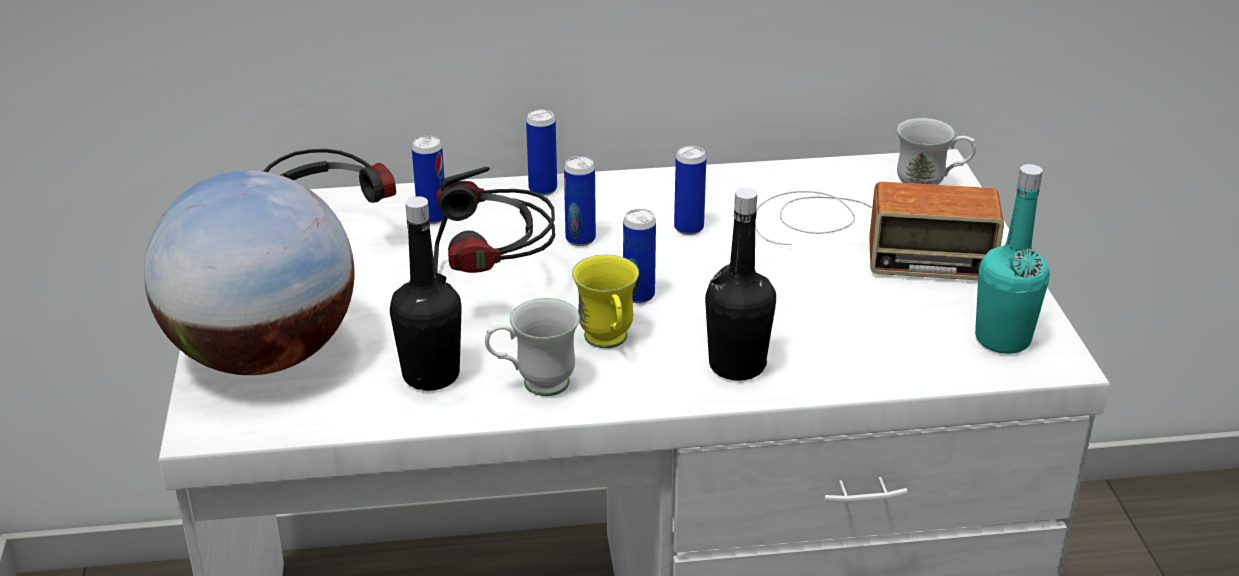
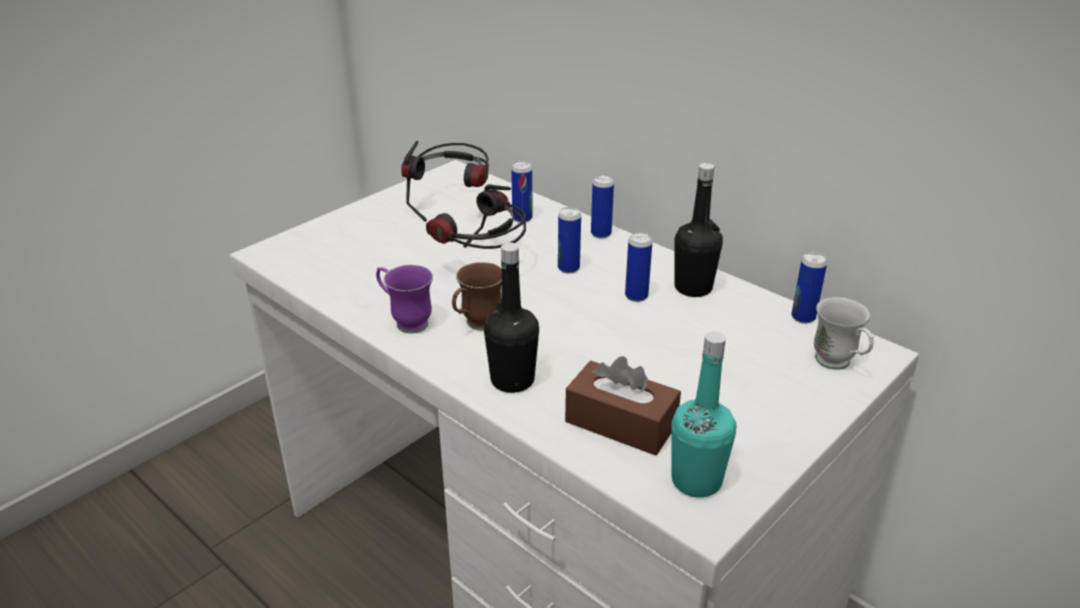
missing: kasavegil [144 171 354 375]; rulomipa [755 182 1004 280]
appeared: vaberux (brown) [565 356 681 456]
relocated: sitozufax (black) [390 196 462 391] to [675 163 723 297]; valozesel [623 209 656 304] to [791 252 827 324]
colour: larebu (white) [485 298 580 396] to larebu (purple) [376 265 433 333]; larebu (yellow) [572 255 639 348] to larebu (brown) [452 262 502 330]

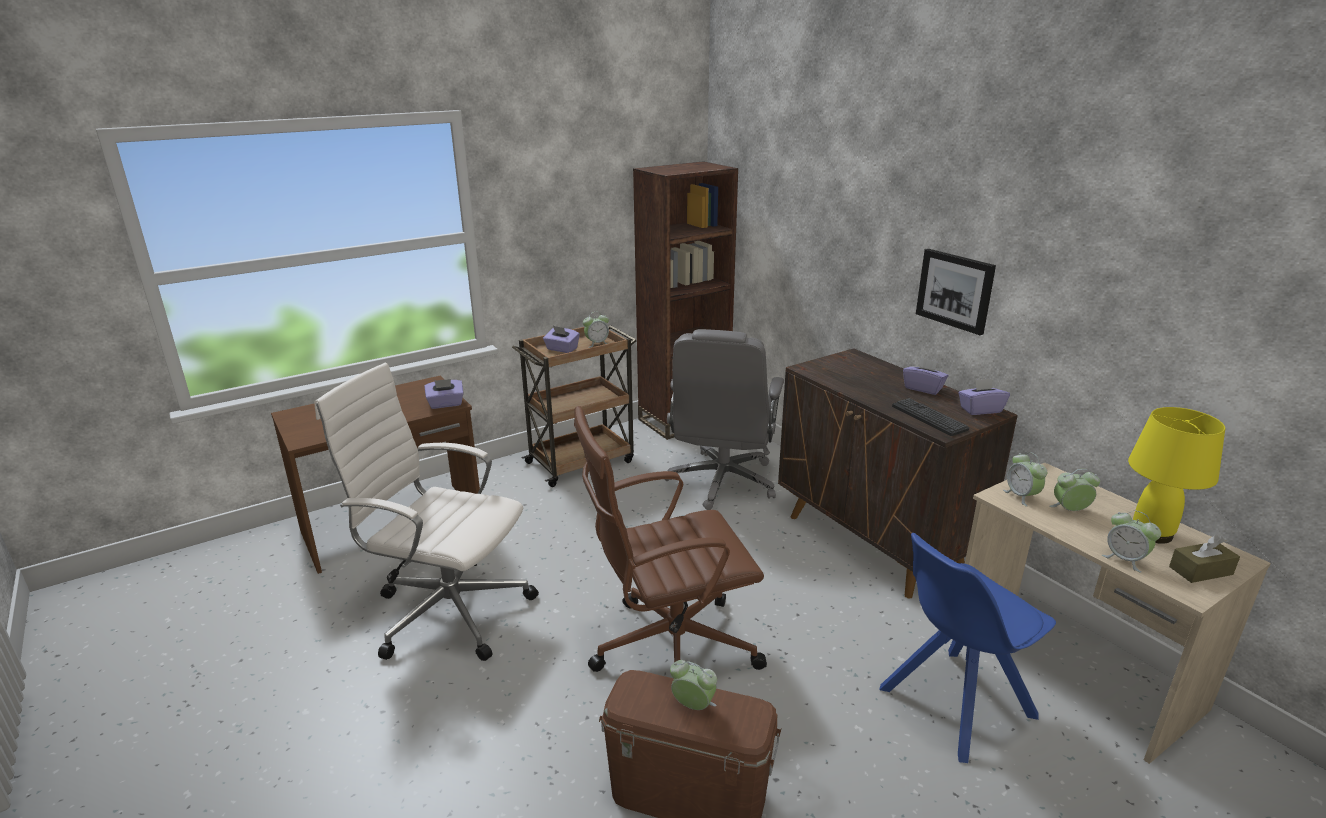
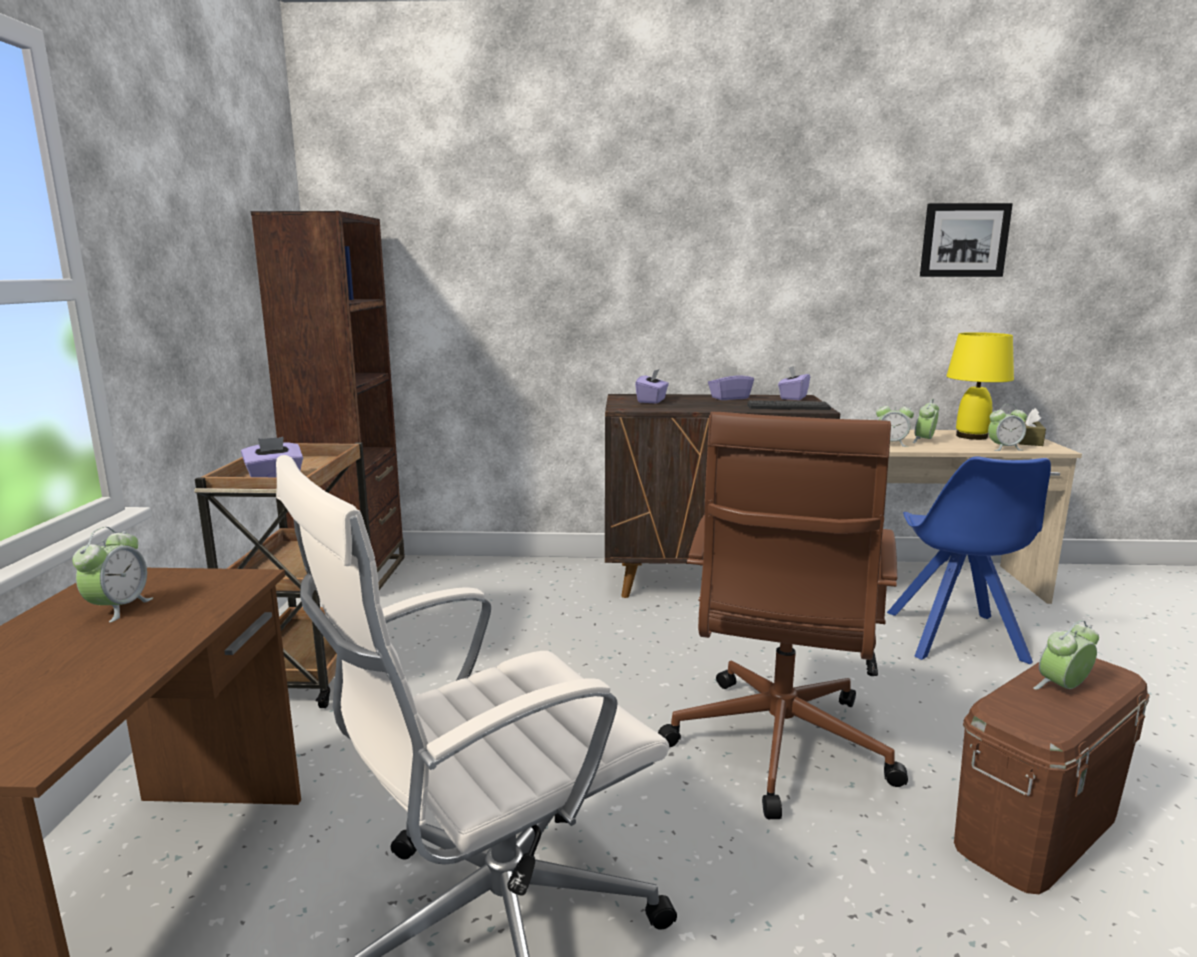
missing: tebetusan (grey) [664 329 784 510]
relocated: vaberux (purple) [424 379 464 409] to [635 369 669 404]; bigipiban [583 312 609 348] to [72 527 153 622]; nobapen [916 249 996 335] to [920 203 1013 277]

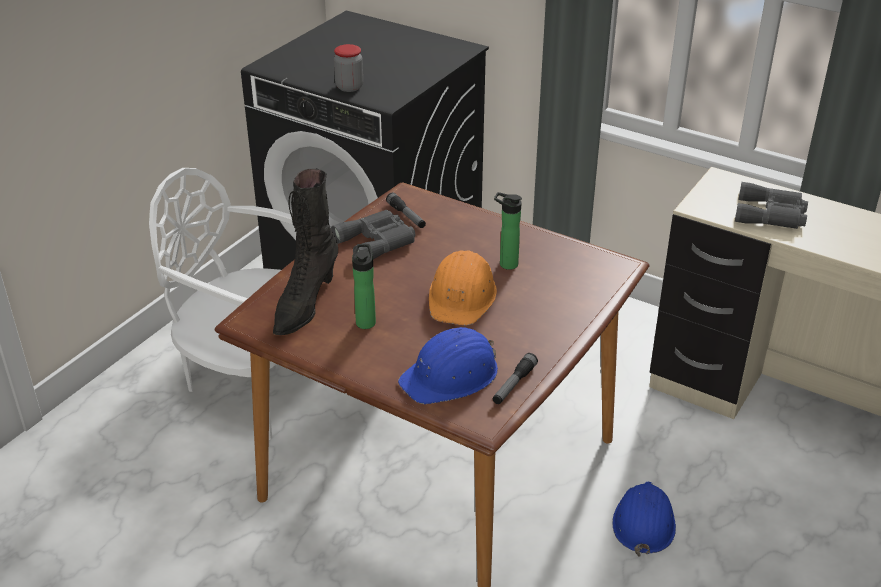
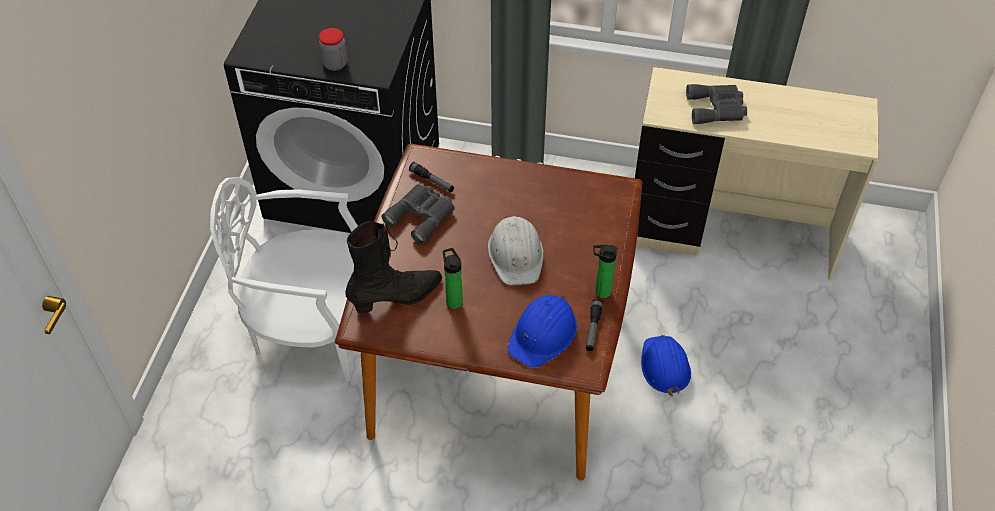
relocated: sitozufax [494 192 522 270] to [593 244 618 298]
colour: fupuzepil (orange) [429 250 497 325] to fupuzepil (white) [488 216 543 285]
spun: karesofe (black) [273 168 338 335] = [345 221 442 313] 120 degrees counterclockwise

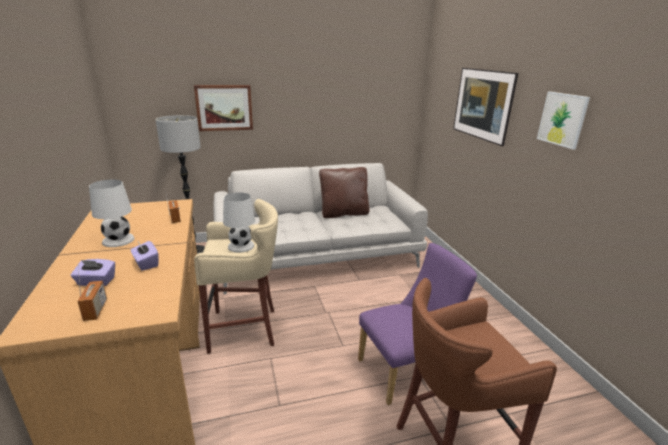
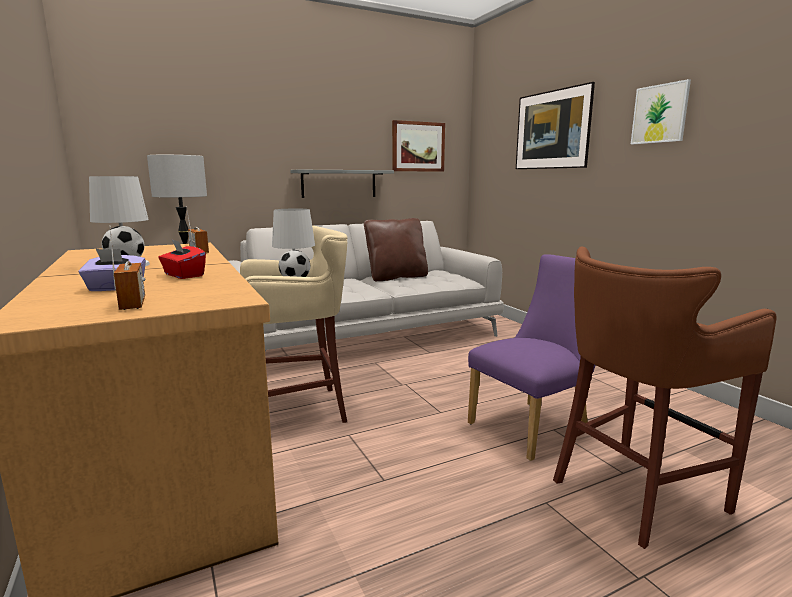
appeared: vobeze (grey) [290 170 394 198]
relocated: nobapen [194 85 253 131] to [392 120 445 172]
colour: vaberux (purple) [131 241 159 271] to vaberux (red) [158 239 206 279]

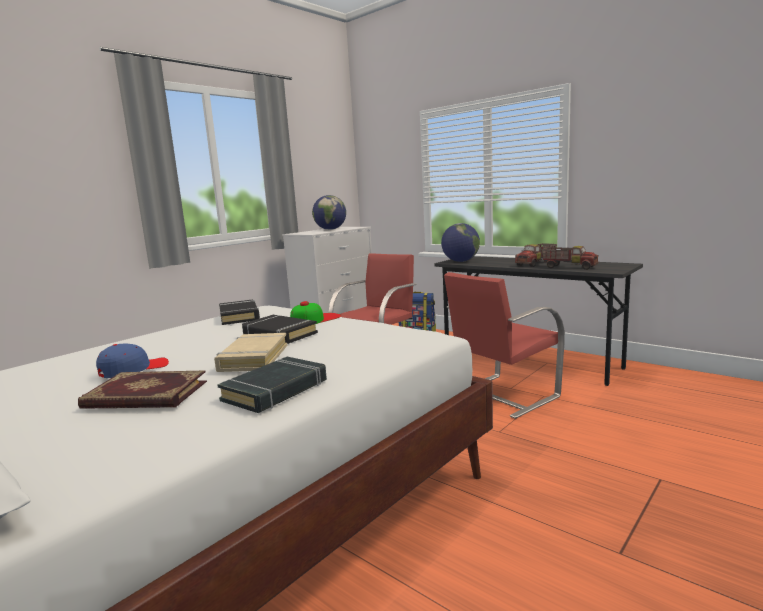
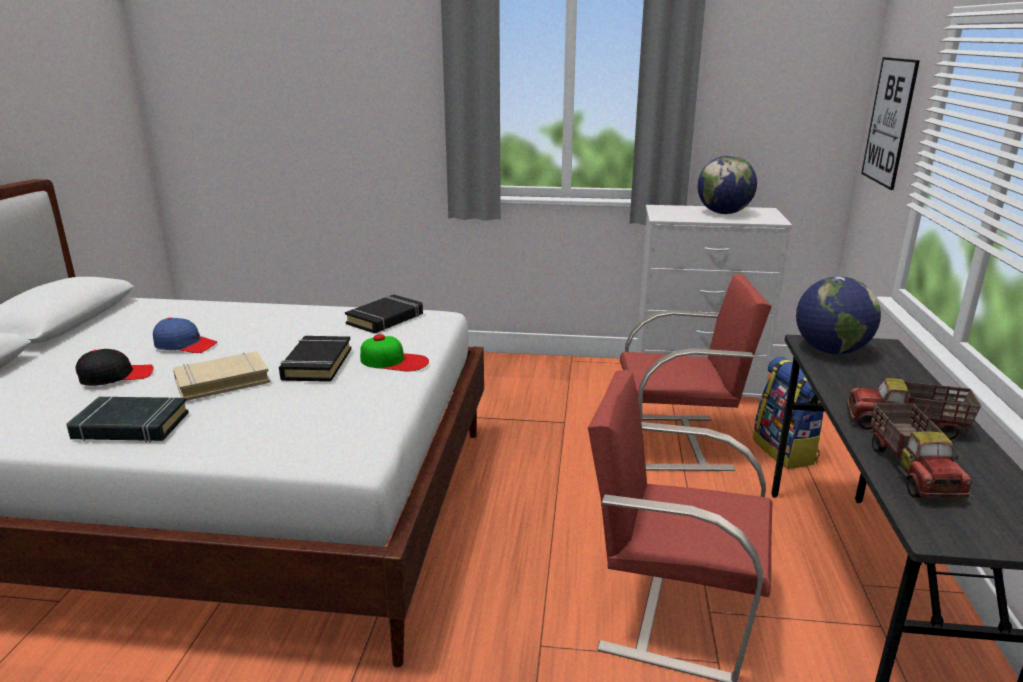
appeared: nobapen [861 57 920 190]
exchanged: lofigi [78 370 207 409] to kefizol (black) [75 349 154 386]

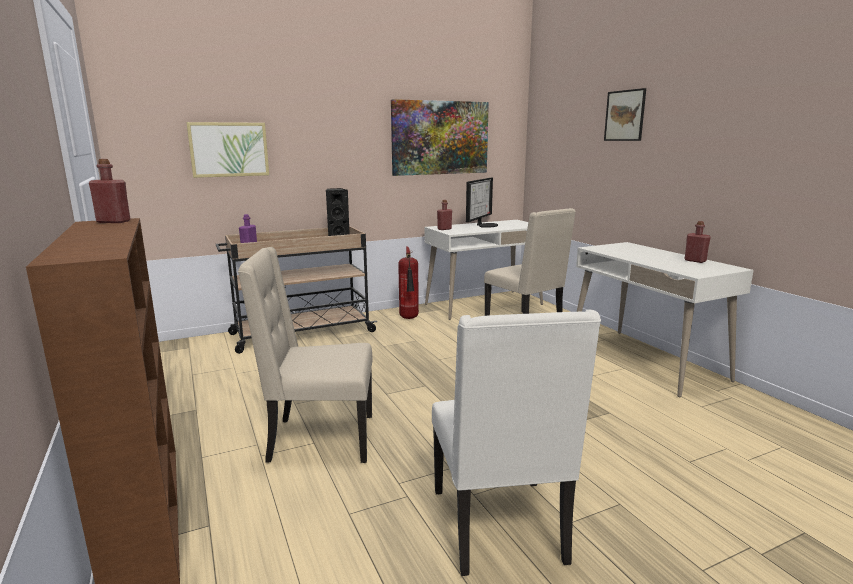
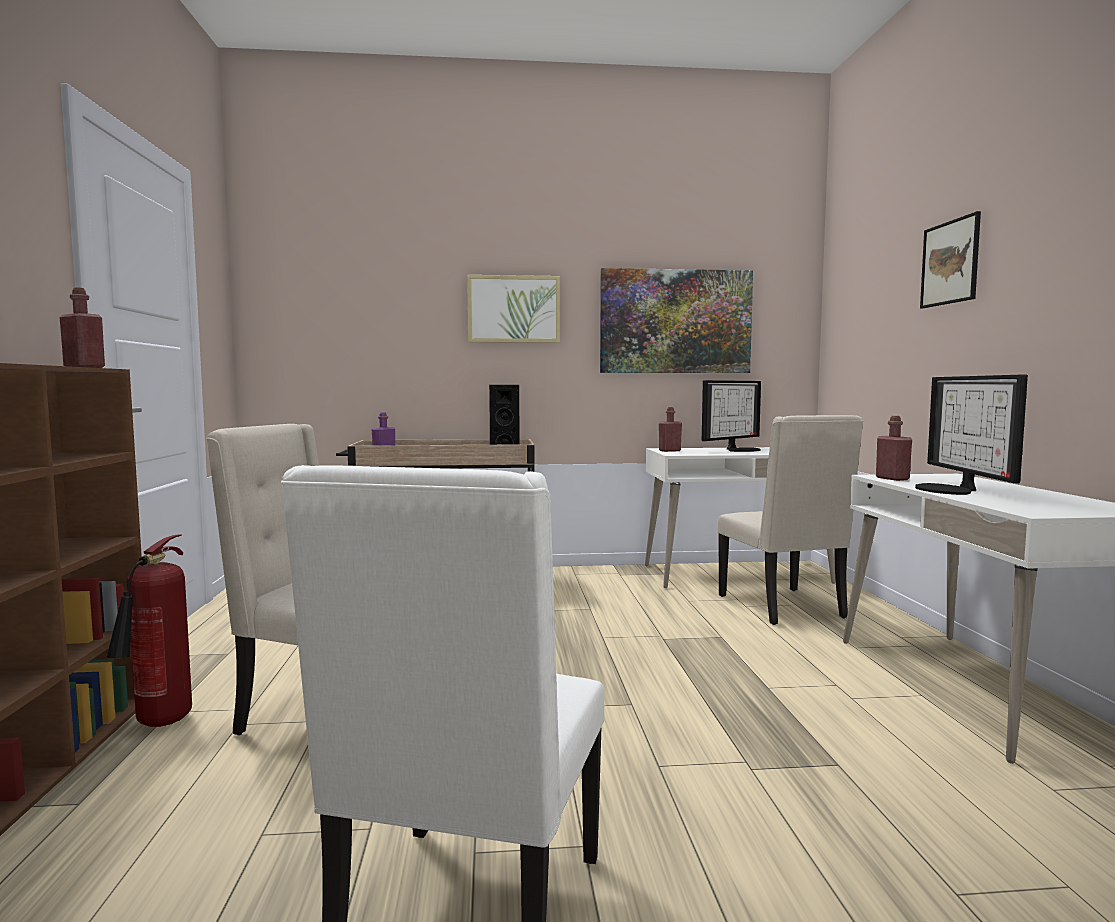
appeared: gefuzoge [915 375 1028 495]
relocated: nobapen [186 122 269 178] to [467 275 560 343]; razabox [398 246 419 319] to [107 534 192 727]; sitozufax (red) [685 221 711 263] to [876 416 912 481]

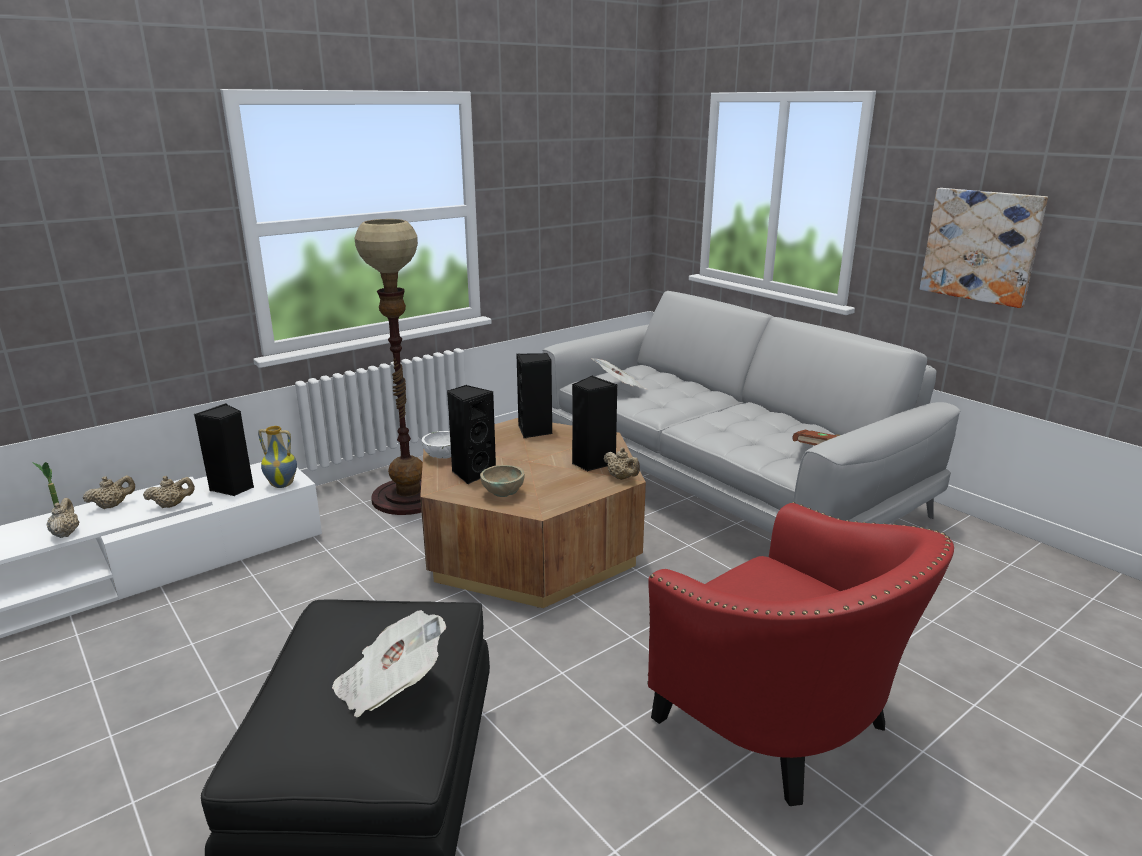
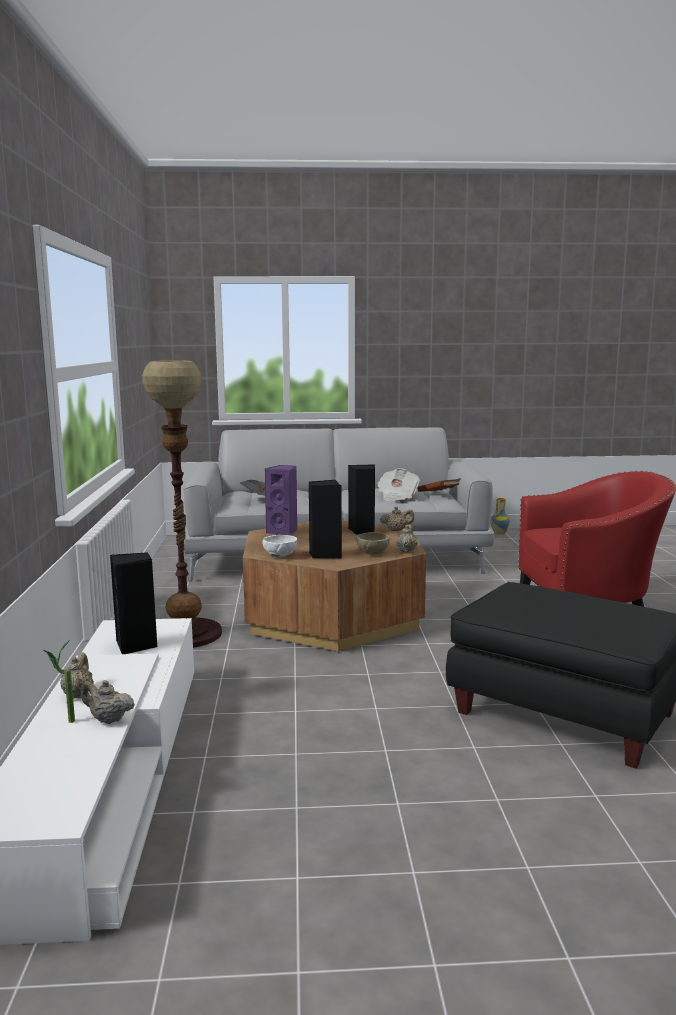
missing: nobapen [920 188 1048 308]
relocated: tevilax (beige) [143 476 195 508] to [397 525 418 553]; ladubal [258 426 297 488] to [490 498 510 534]; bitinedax [332 610 446 717] to [377 468 420 501]
colour: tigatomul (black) [516 353 552 438] to tigatomul (purple) [265 465 298 536]

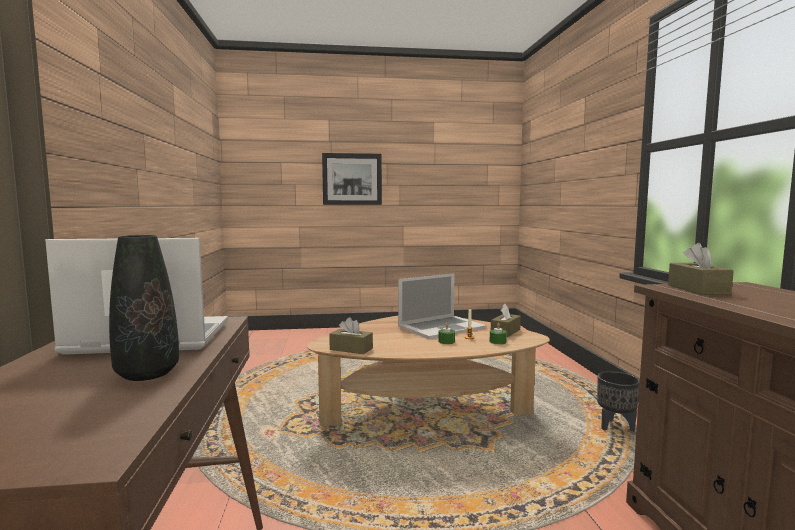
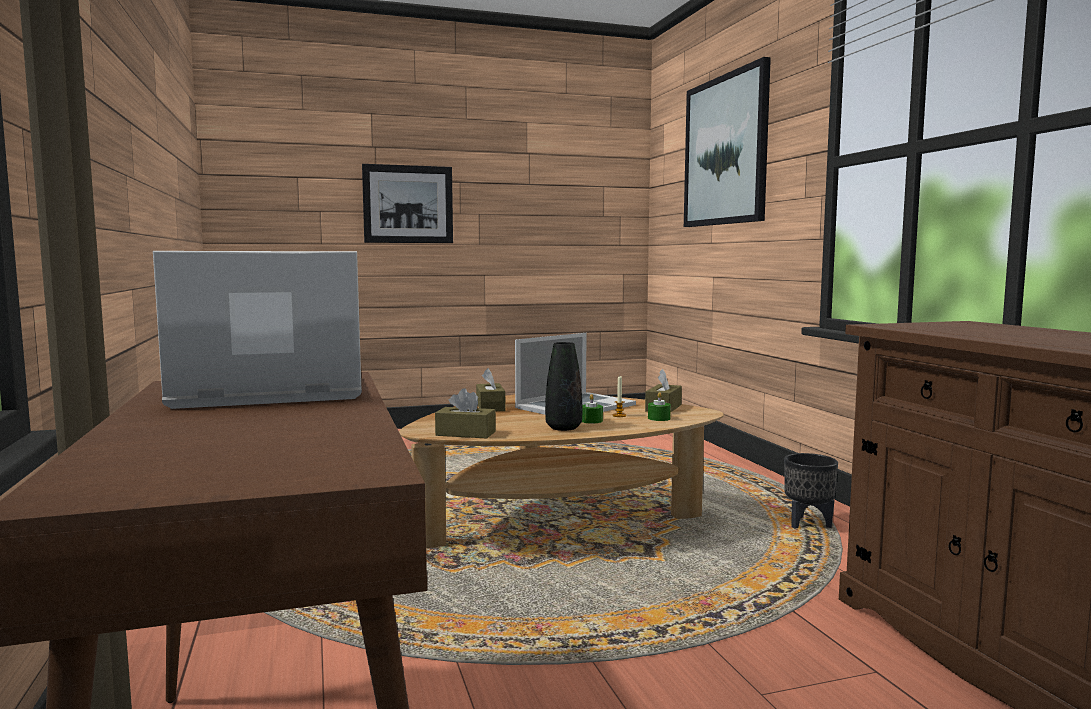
appeared: nobapen [684 57 771 227]
relocated: ladubal (black) [109 235 179 381] to [545 342 582 431]; vaberux (brown) [668 243 734 295] to [476 368 505 411]

